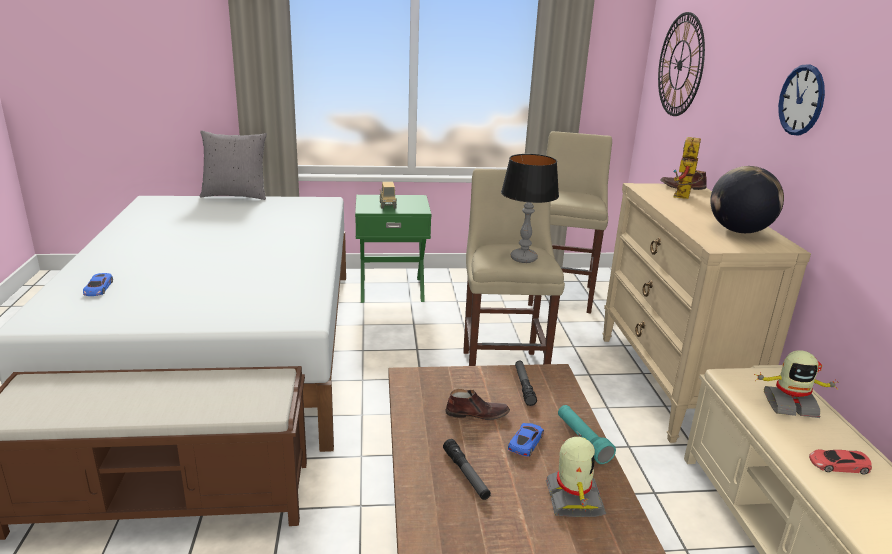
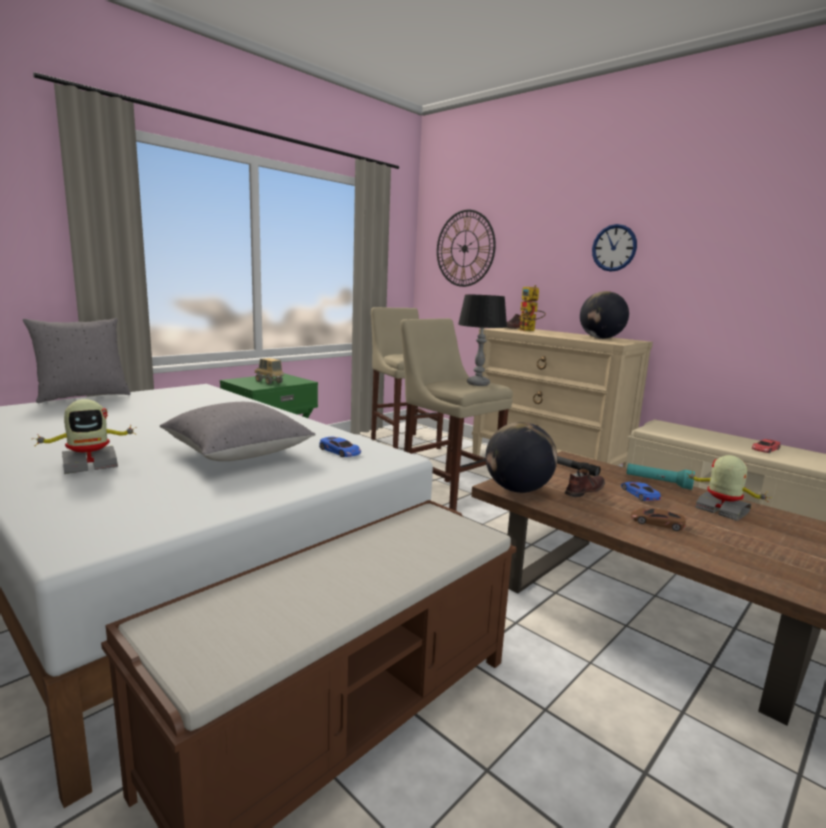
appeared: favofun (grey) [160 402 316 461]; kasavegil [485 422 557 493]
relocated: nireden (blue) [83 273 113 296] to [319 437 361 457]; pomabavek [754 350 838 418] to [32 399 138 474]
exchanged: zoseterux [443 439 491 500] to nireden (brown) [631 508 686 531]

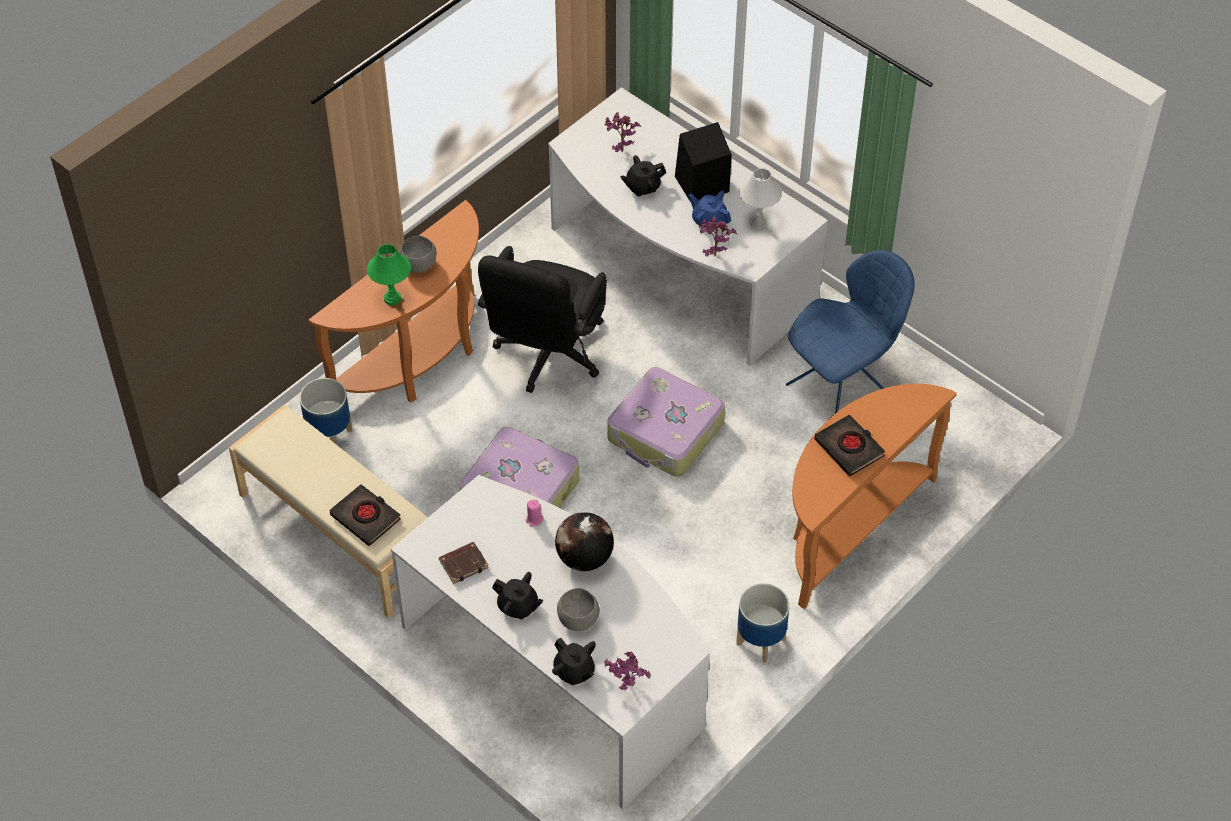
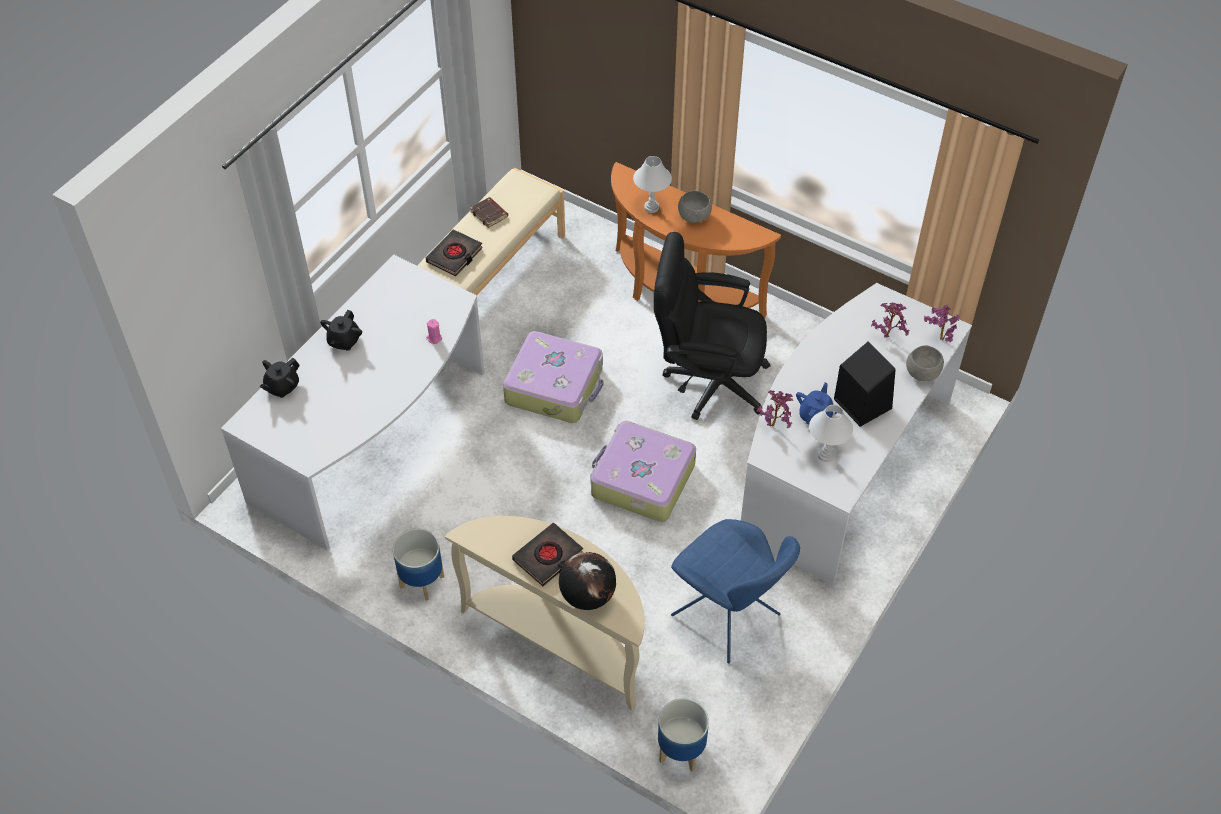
missing: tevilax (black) [620 155 666 197]
relocated: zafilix [300 378 352 443] to [658 698 709 772]; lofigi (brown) [439 542 489 584] to [470 197 508 228]; kasavegil [555 512 614 571] to [559 552 616 610]; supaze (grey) [557 588 600 631] to [906 345 944 381]; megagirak [604 651 651 690] to [924 305 960 342]
colour: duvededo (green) [367 244 411 305] to duvededo (white) [633 156 672 213]; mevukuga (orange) [792 384 957 609] to mevukuga (beige) [445 516 645 711]

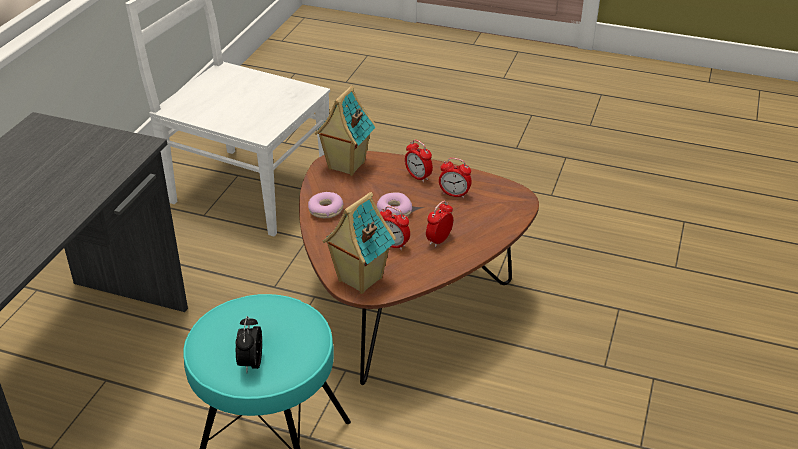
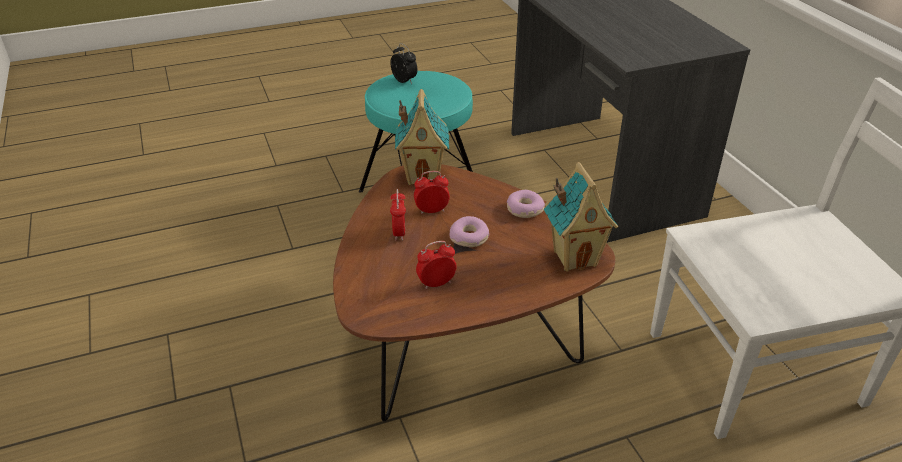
missing: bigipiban [405 140 433 183]

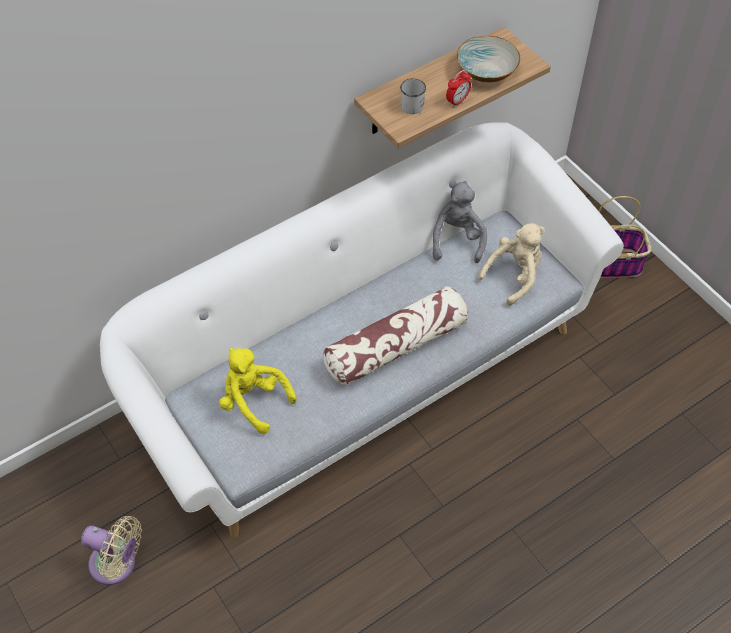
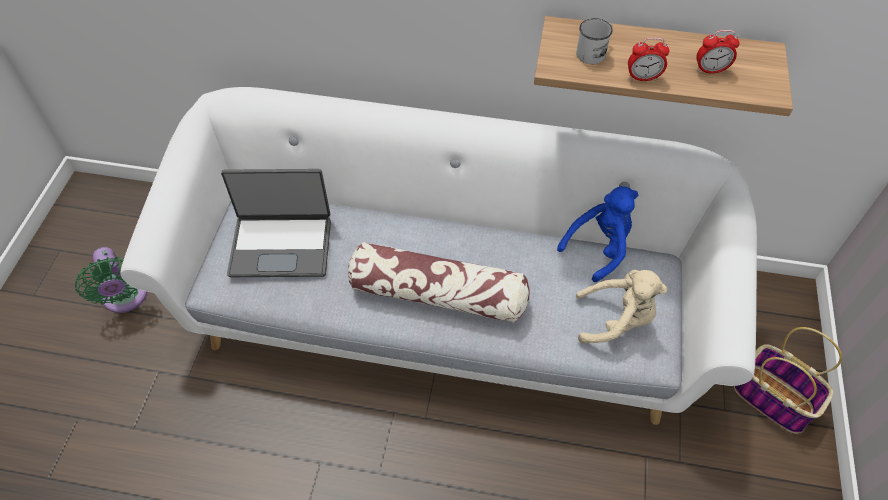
exchanged: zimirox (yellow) [219 348 297 434] to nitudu [221 169 331 277]; supaze [457 35 520 83] to bigipiban [696 30 740 74]
colour: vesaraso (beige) [81 516 142 585] to vesaraso (green) [75 247 147 313]; zimirox (grey) [433 181 487 263] to zimirox (blue) [557 186 638 282]

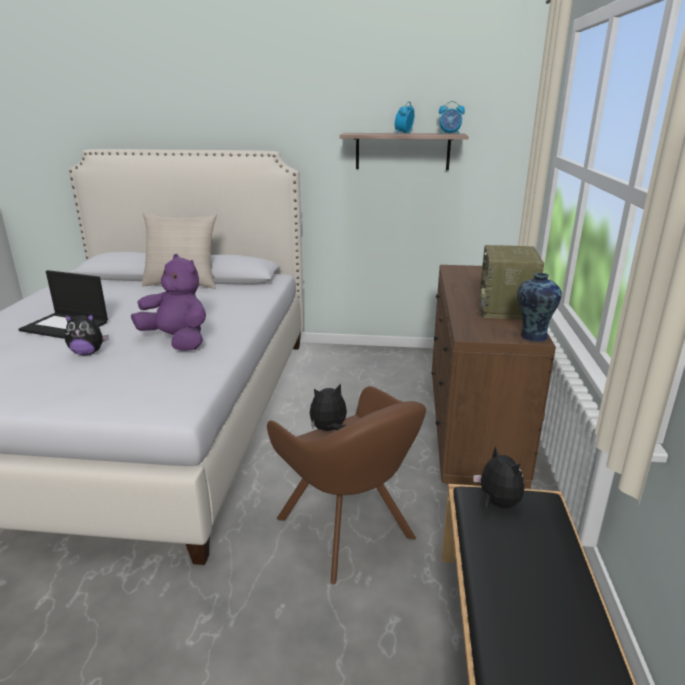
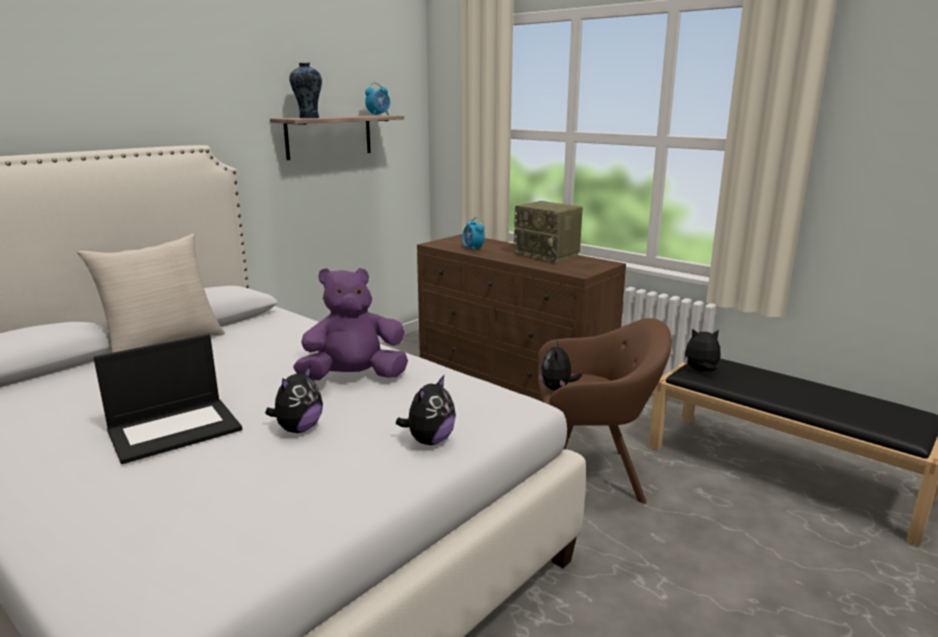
appeared: zimirox [396 375 456 445]
relocated: bigipiban [395 101 414 134] to [462 217 485 251]; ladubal [517 273 562 342] to [289 63 322 118]

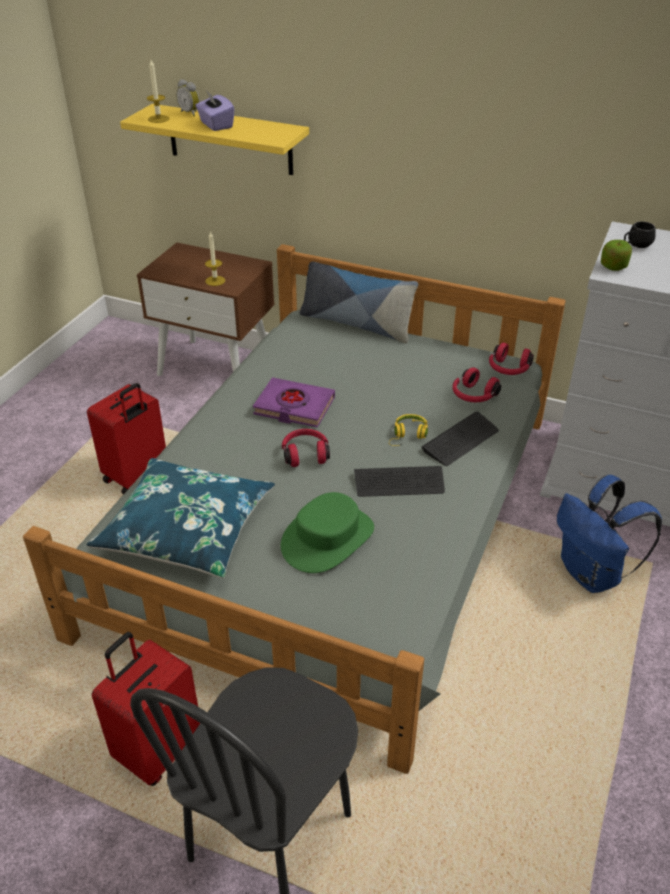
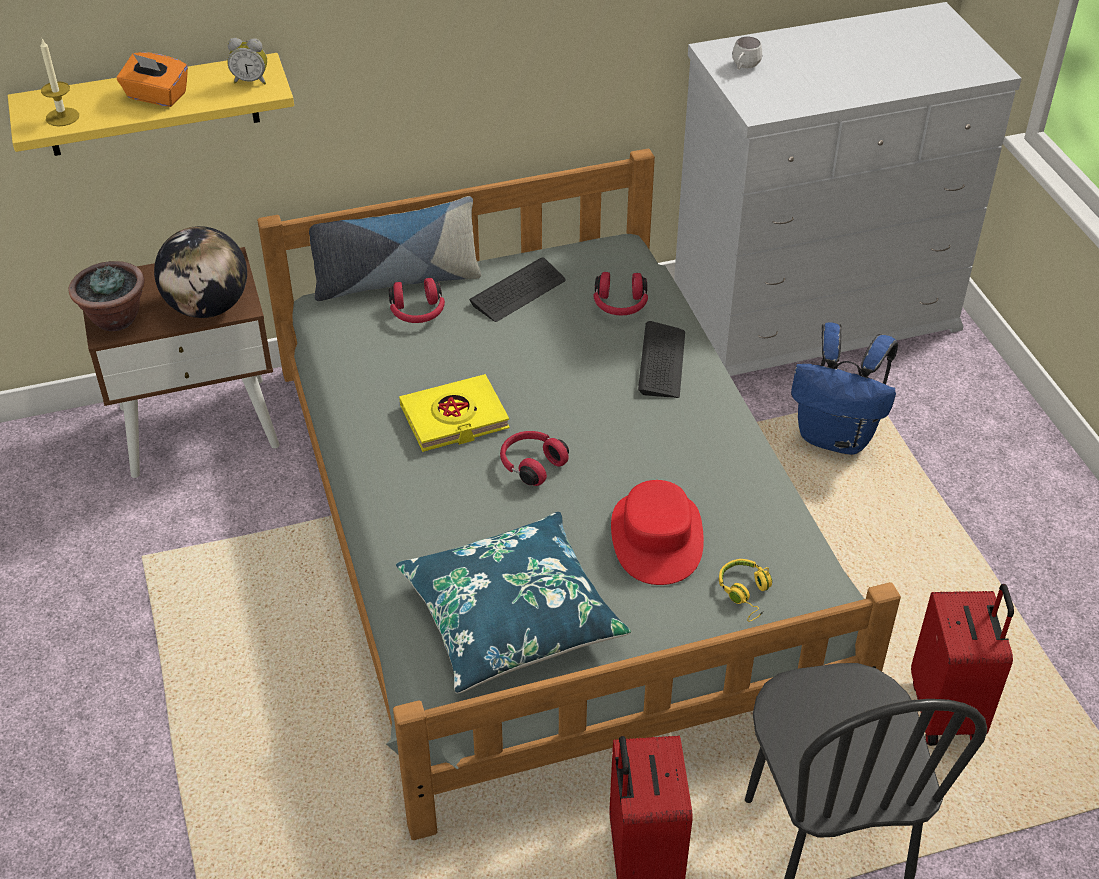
missing: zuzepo [601 240 632 271]
appeared: megagirak [68 261 145 331]
relocated: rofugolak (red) [87 383 166 494] to [911 584 1014 746]; bigipiban [176 79 200 117] to [227 38 267 85]; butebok [354 466 445 497] to [469 257 566 322]; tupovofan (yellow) [389 414 428 446] to [719 559 772 622]; tupovofan (red) [489 343 534 375] to [389 278 445 323]
exchanged: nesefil [205 231 225 286] to kasavegil [154 226 247 318]
colour: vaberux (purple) [195 90 234 131] to vaberux (orange) [117 52 188 107]; lofigi (purple) [253 377 335 428] to lofigi (yellow) [399 374 510 452]; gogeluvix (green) [281 492 374 573] to gogeluvix (red) [611 480 704 585]; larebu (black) [624 221 656 248] to larebu (white) [732 36 762 70]

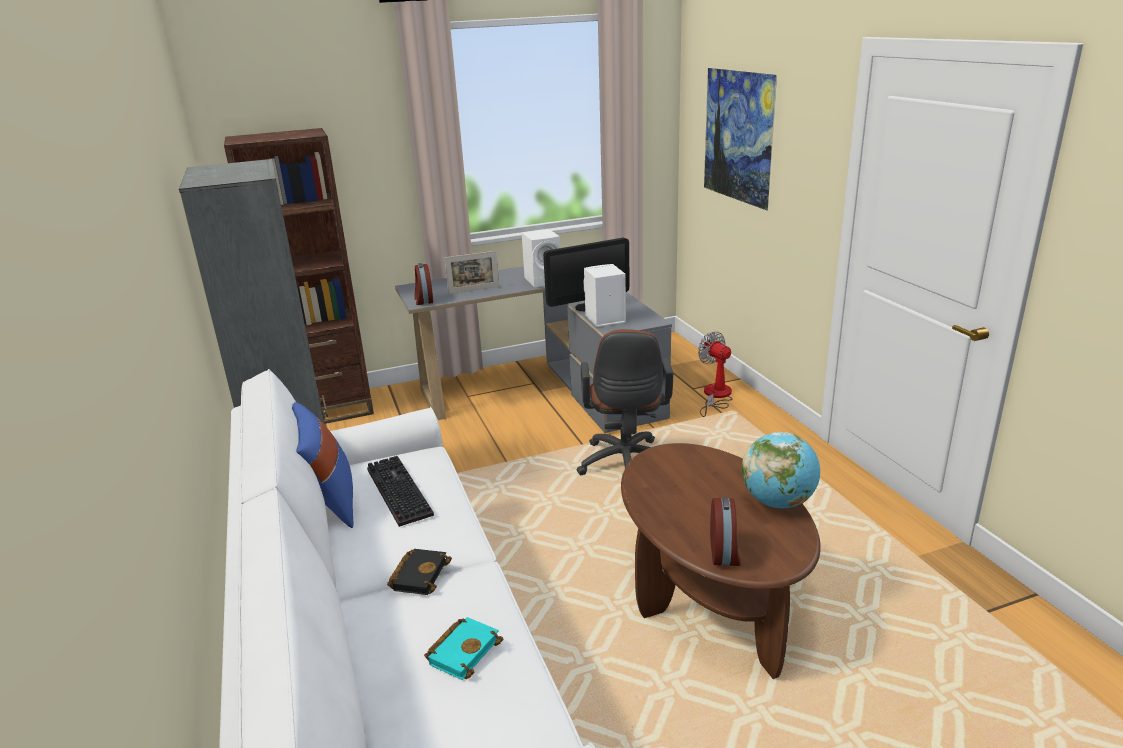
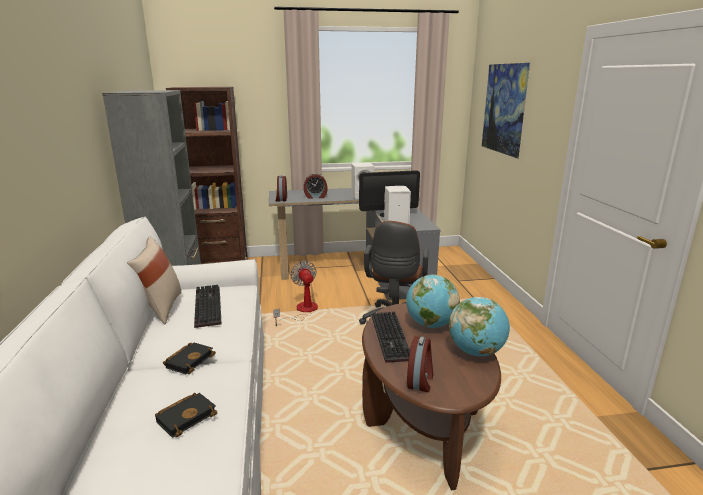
appeared: butebok [372 312 410 363]; kasavegil [406 275 460 328]
relocated: vesaraso [698 331 732 417] to [273 261 318 326]
exchanged: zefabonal [444 251 499 294] to bigipiban [304 173 328 199]
colour: favofun (blue) [292 402 353 528] to favofun (beige) [127 237 181 324]; lofigi (turquoise) [424 617 503 680] to lofigi (black) [155 393 217 438]

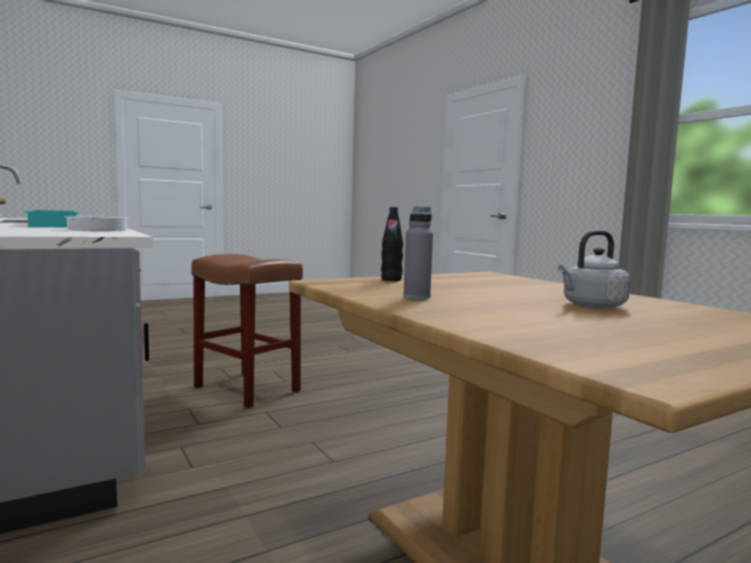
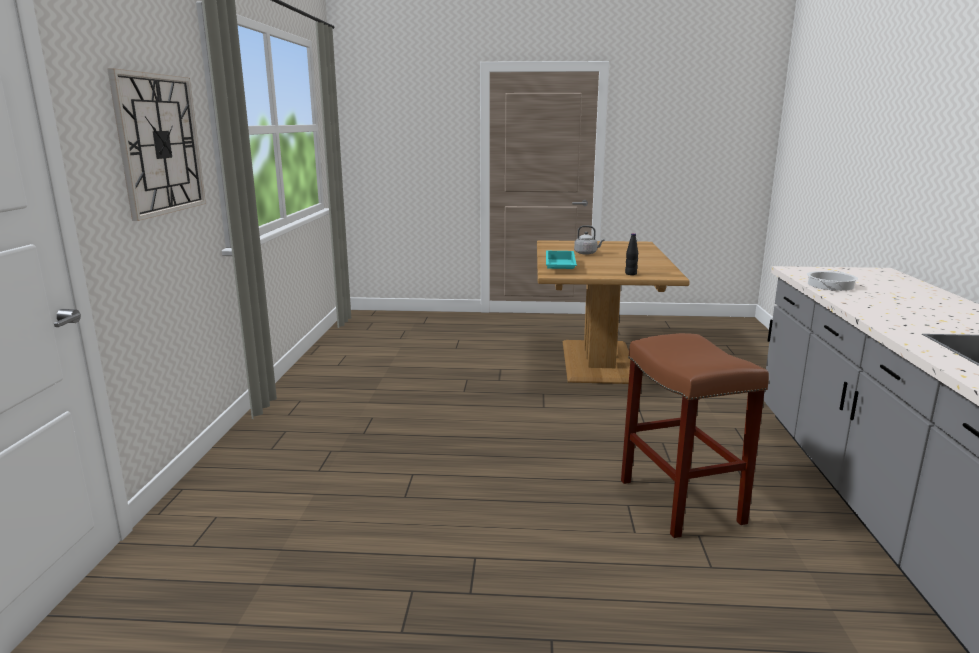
missing: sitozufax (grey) [404 206 433 299]
appeared: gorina [107 68 206 221]
relocated: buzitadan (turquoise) [24 210 79 227] to [546 251 577 269]

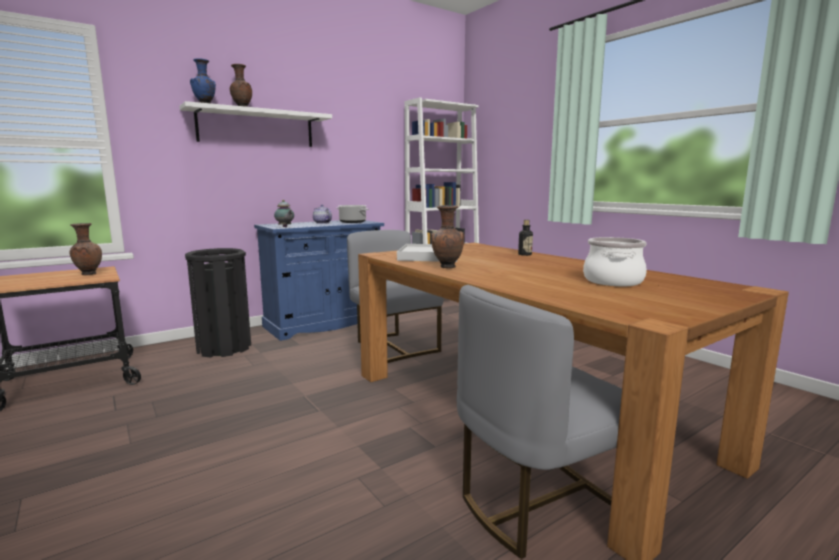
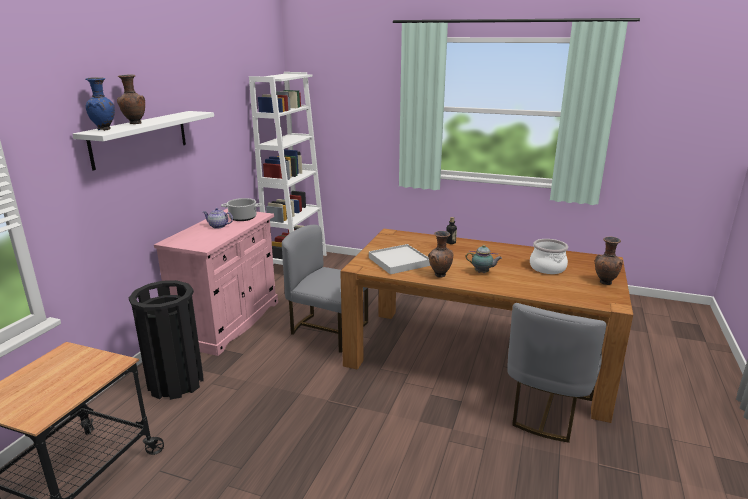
relocated: ladubal (brown) [69 223 102 275] to [595 237 623 285]; tevilax [274 200 294 227] to [466 245 502 273]
colour: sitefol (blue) [254 220 384 341] to sitefol (pink) [154 208 278 356]

